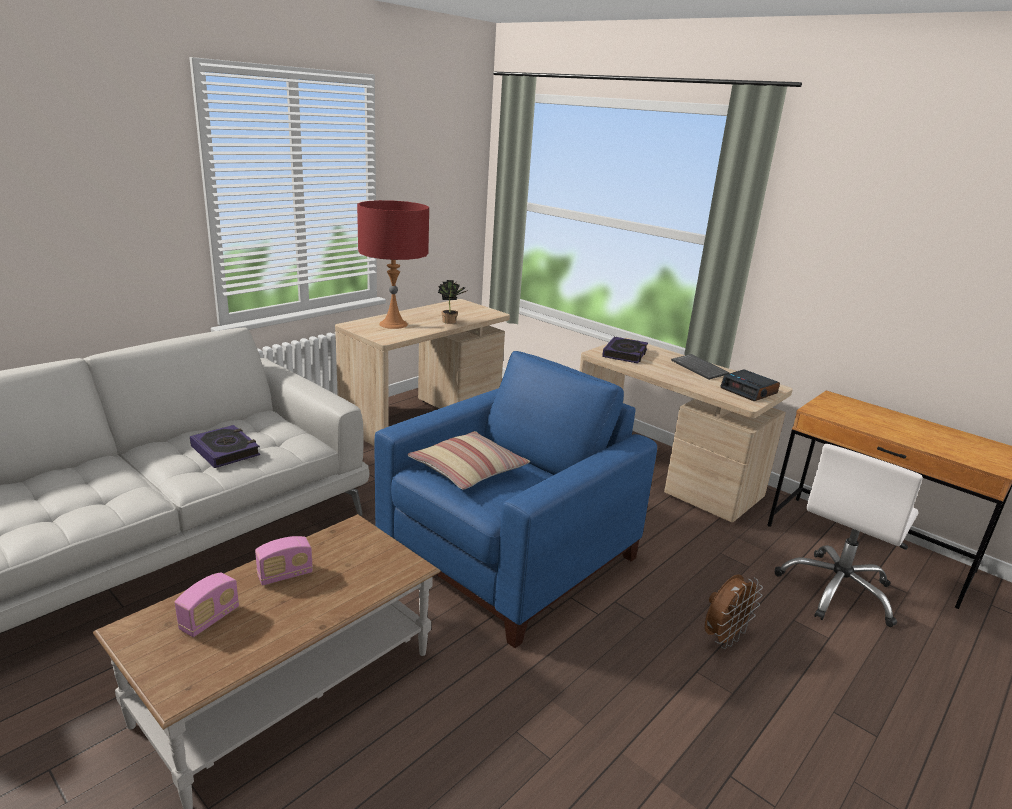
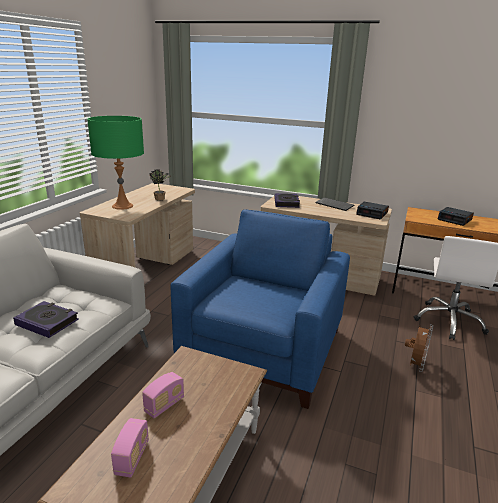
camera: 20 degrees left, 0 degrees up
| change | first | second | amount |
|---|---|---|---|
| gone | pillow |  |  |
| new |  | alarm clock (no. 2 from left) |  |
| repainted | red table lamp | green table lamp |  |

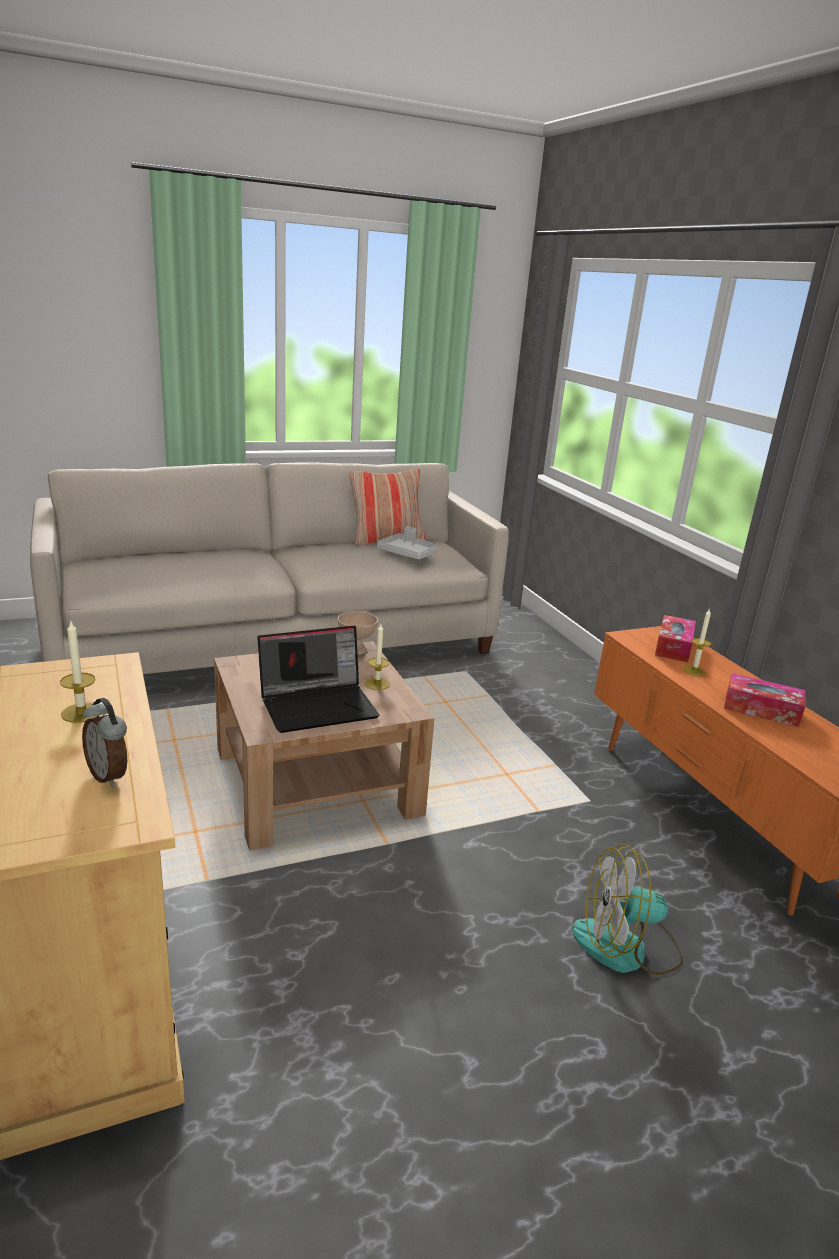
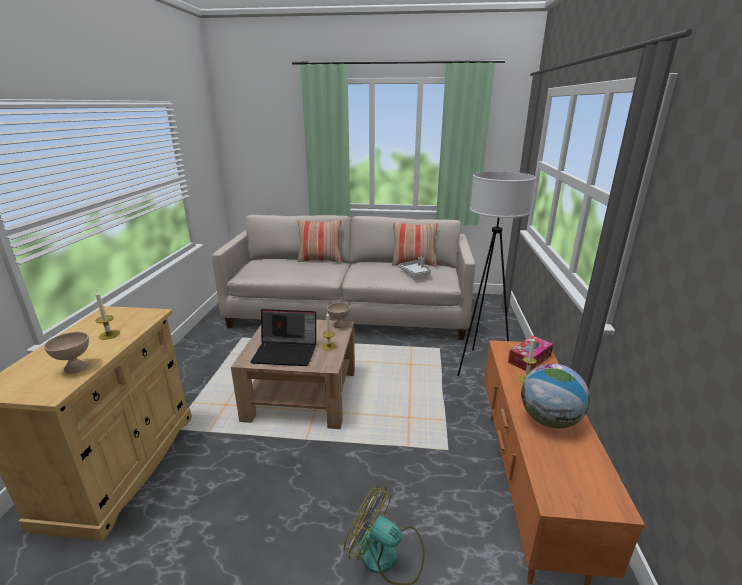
camera: 30 degrees right, 0 degrees up
| change | first | second | amount |
|---|---|---|---|
| new |  | pillow (no. 1 from left) |  |
| new |  | white floor lamp |  |
| swapped | alarm clock | beige bowl (no. 1 from left) |  |
| swapped | tissue box (no. 2 from left) | globe |  |

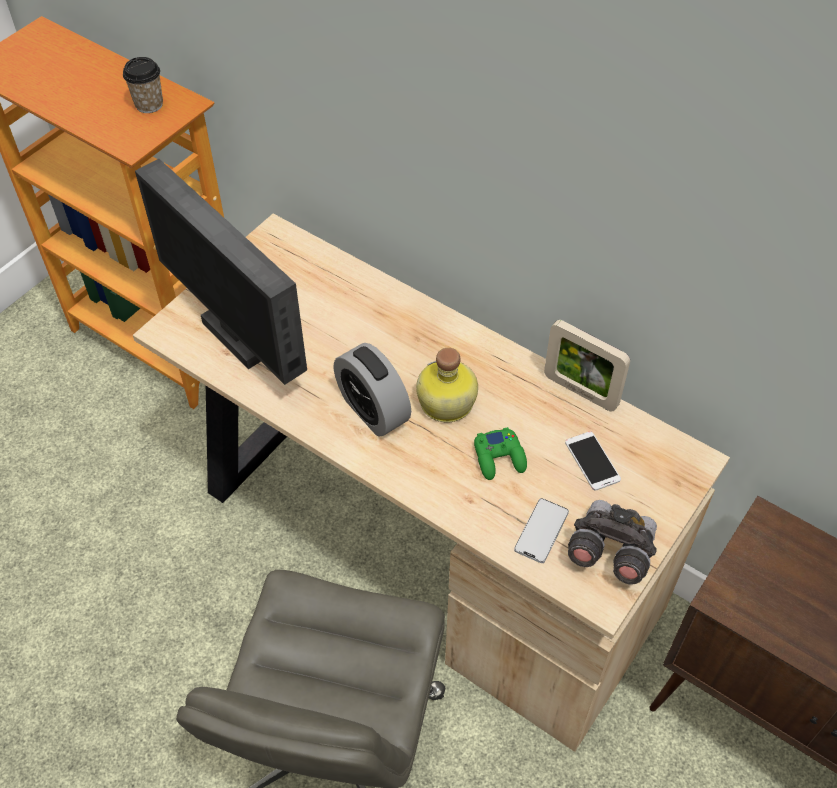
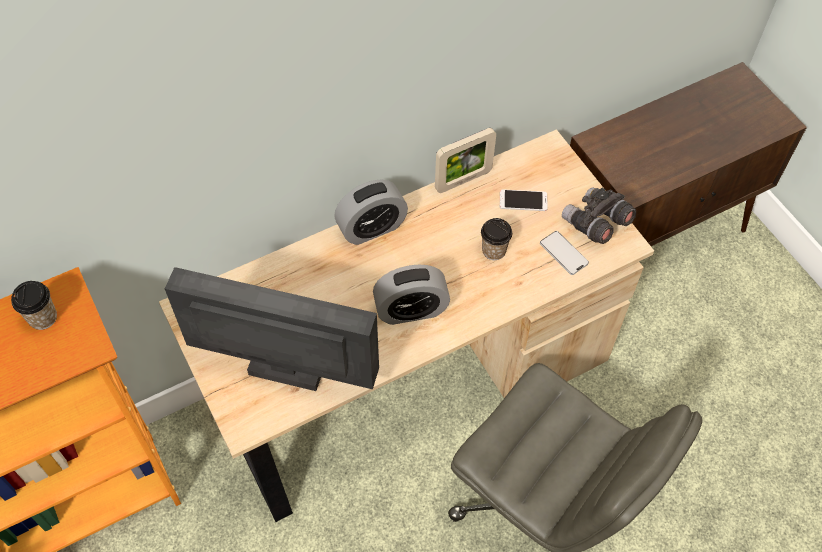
camera: 65 degrees left, 5 degrees up
| change | first | second | amount |
|---|---|---|---|
| gone | bottle |  |  |
| new |  | alarm clock (no. 1 from left) |  |
| swapped | green game controller | cup (no. 2 from left) |  |
| rotated | monitor |  | 150 degrees counterclockwise |

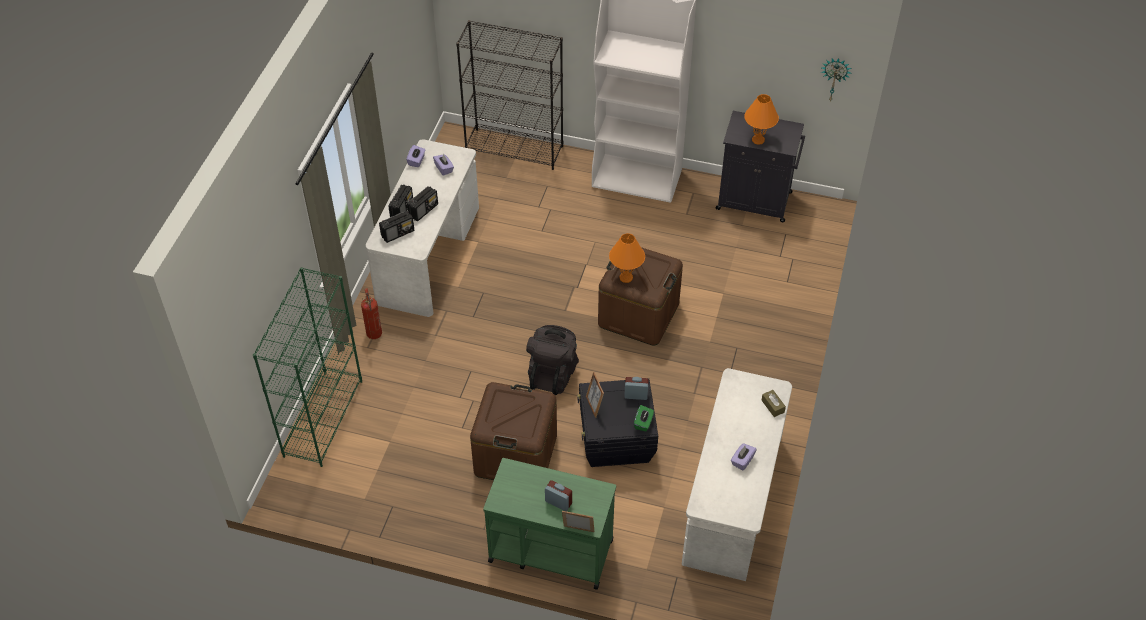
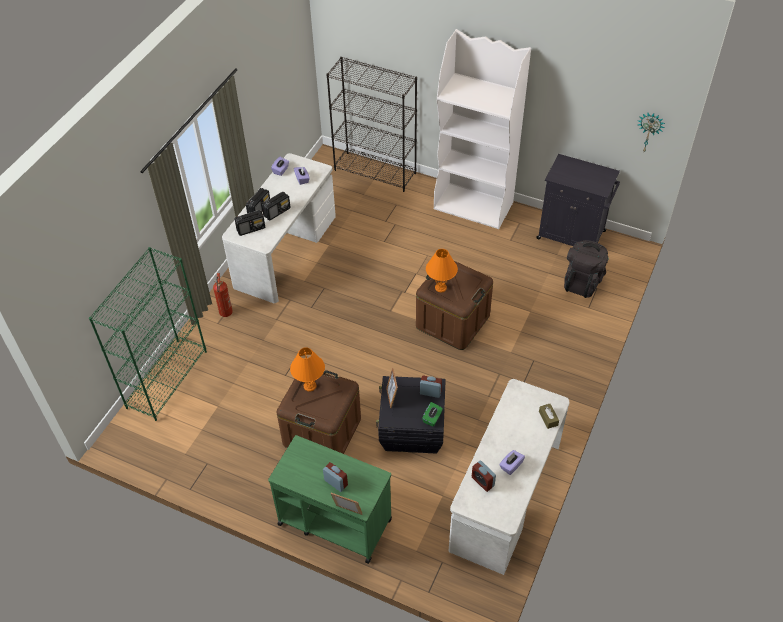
camera: 10 degrees right, 0 degrees up
| change | first | second | amount |
|---|---|---|---|
| new |  | alarm clock (no. 3 from left) |  |
| shifted | black backpack |  |  |
| shifted | orange table lamp (no. 2 from left in the first image) | orange table lamp (no. 1 from left) |  |

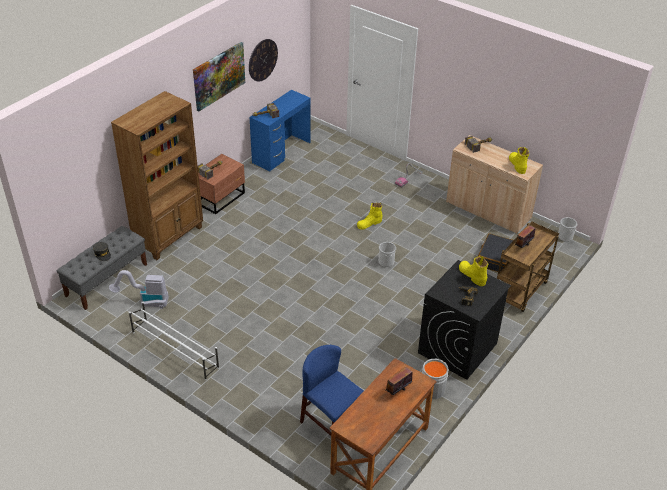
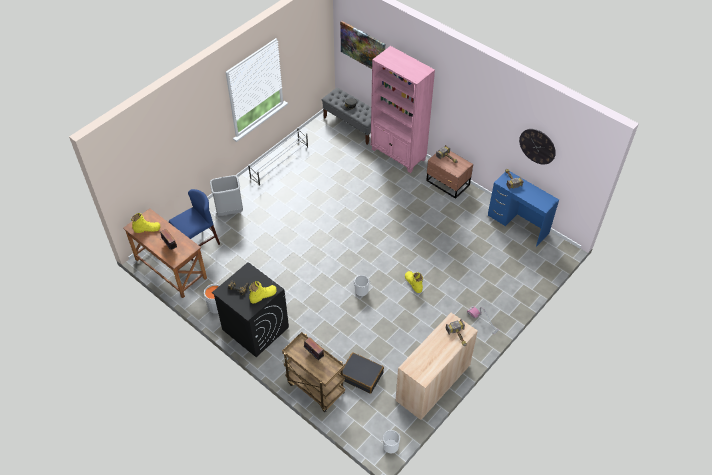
camera: 95 degrees right, 10 degrees up
| change | first | second | amount |
|---|---|---|---|
| gone | vacuum cleaner (no. 1 from left) |  |  |
| new |  | grey trash can |  |
| shifted | picture |  |  |
| shifted | yellow boot (no. 3 from left in the first image) | yellow boot (no. 1 from left) |  |
| repainted | brown bookcase | pink bookcase |  |

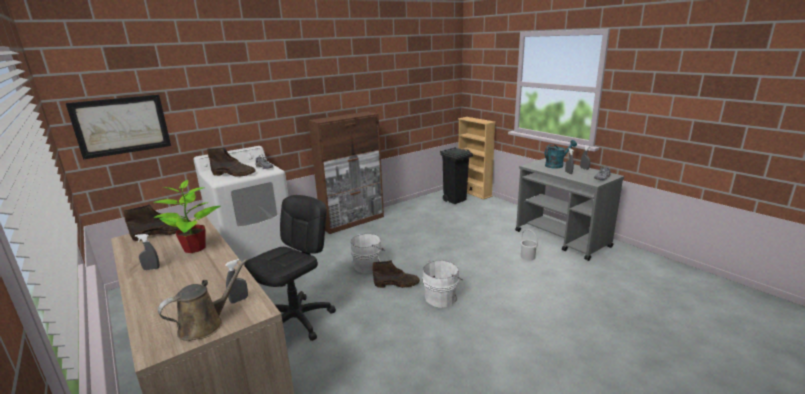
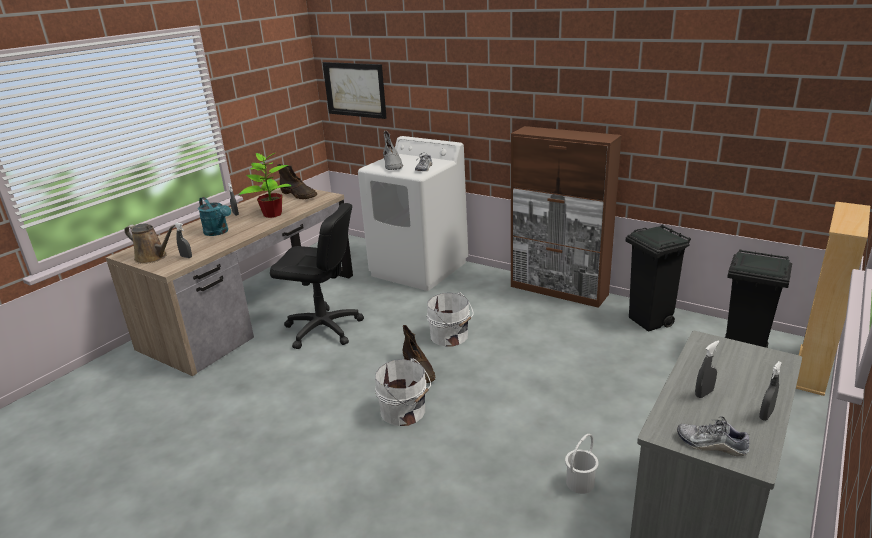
camera: 70 degrees right, 5 degrees up
| change | first | second | amount |
|---|---|---|---|
| new |  | black trash can (no. 1 from left) |  |
| shifted | turquoise watering can |  |  |
| repainted | brown boot (no. 2 from left) | grey boot |  |

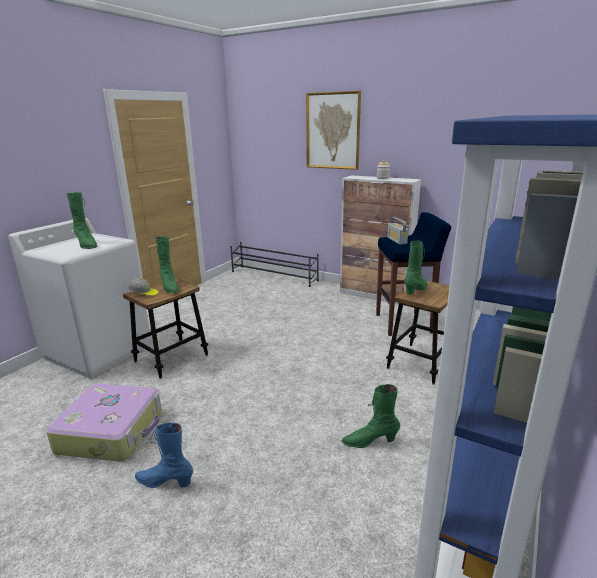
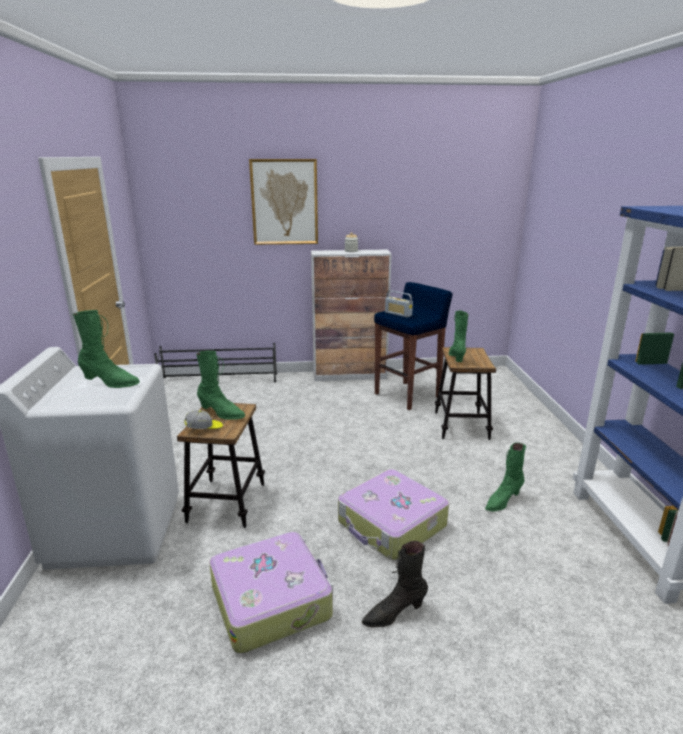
camera: 35 degrees left, 0 degrees up
| change | first | second | amount |
|---|---|---|---|
| new |  | suitcase (no. 2 from left) |  |
| repainted | blue boot | black boot |  |

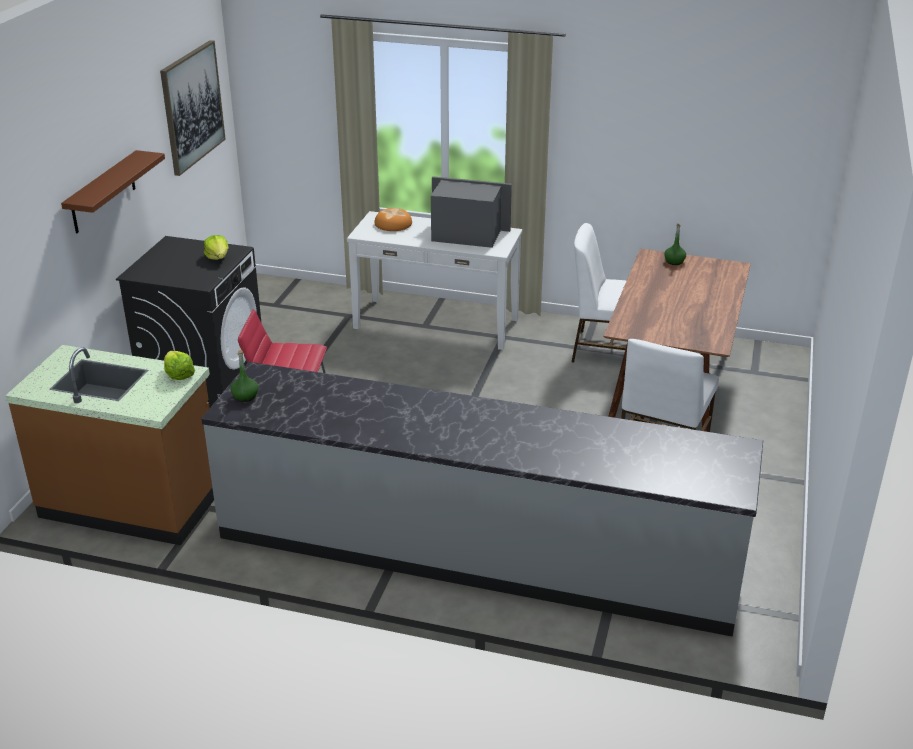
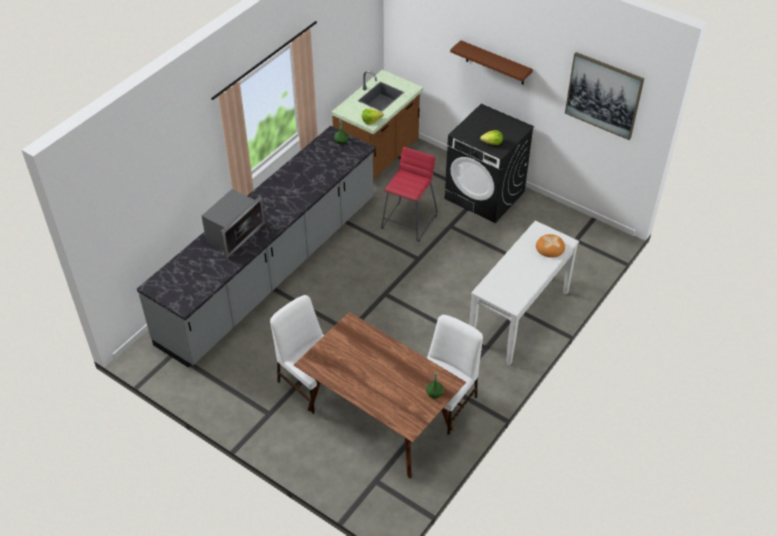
camera: 110 degrees right, 15 degrees up
| change | first | second | amount |
|---|---|---|---|
| shifted | microwave |  |  |

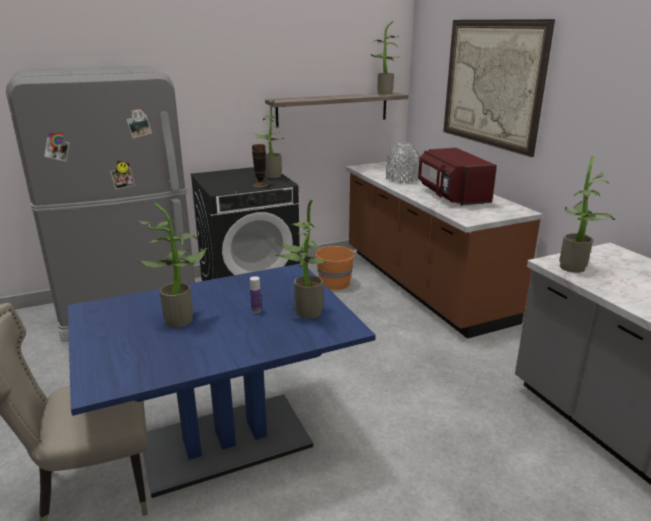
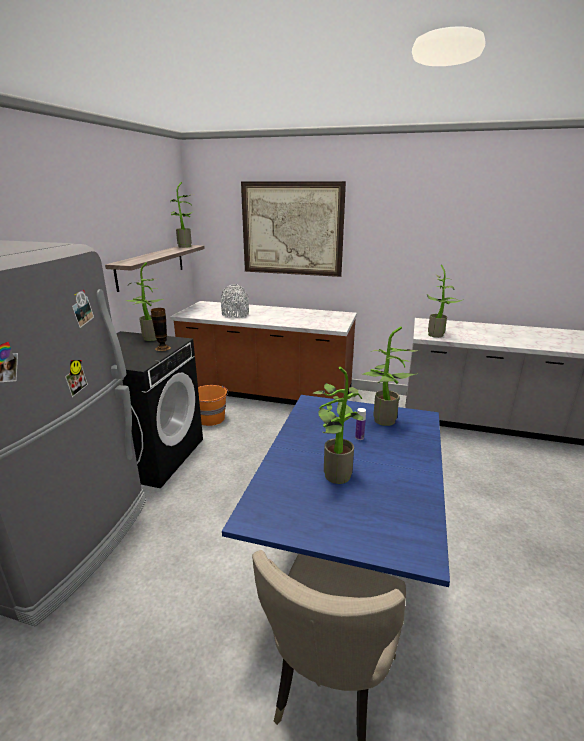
camera: 50 degrees left, 0 degrees up
| change | first | second | amount |
|---|---|---|---|
| gone | red microwave |  |  |

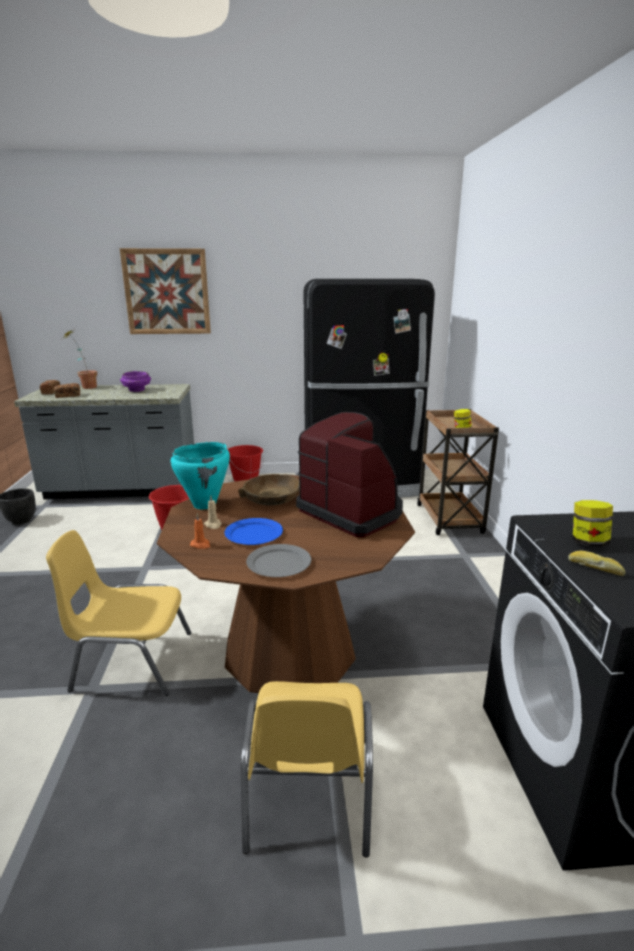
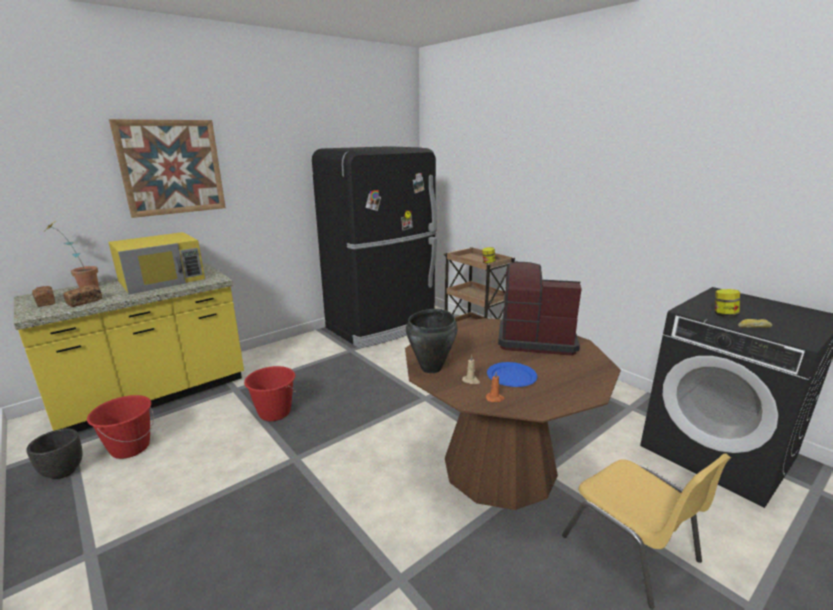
camera: 35 degrees left, 0 degrees up
| change | first | second | amount |
|---|---|---|---|
| gone | yellow chair (no. 1 from left) |  |  |
| gone | brown bowl |  |  |
| gone | grey plate |  |  |
| shifted | red bucket (no. 2 from left in the first image) | red bucket (no. 1 from left) |  |
| swapped | purple bowl | yellow microwave |  |
| repainted | grey counter | yellow counter |  |
| repainted | turquoise cooking pot | black cooking pot |  |

